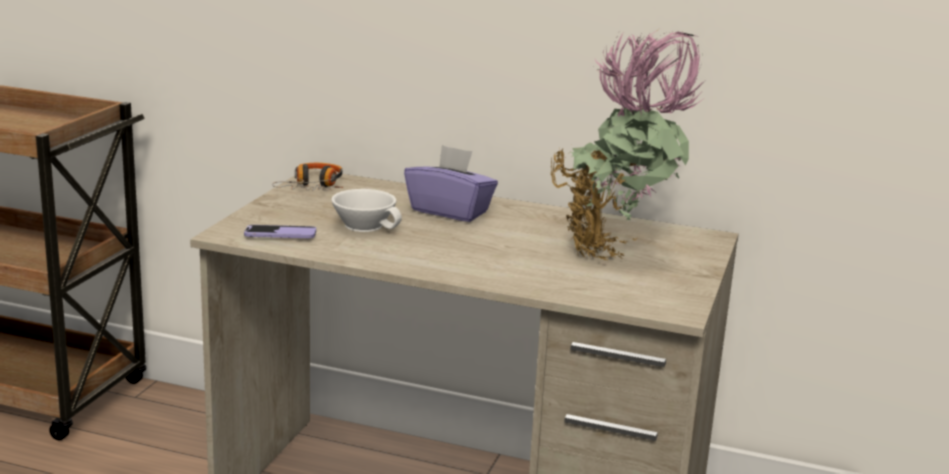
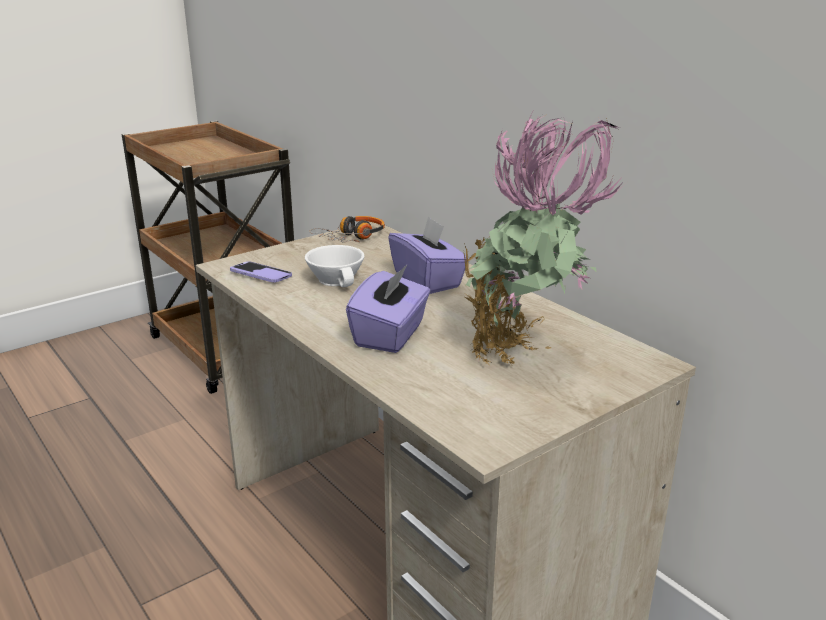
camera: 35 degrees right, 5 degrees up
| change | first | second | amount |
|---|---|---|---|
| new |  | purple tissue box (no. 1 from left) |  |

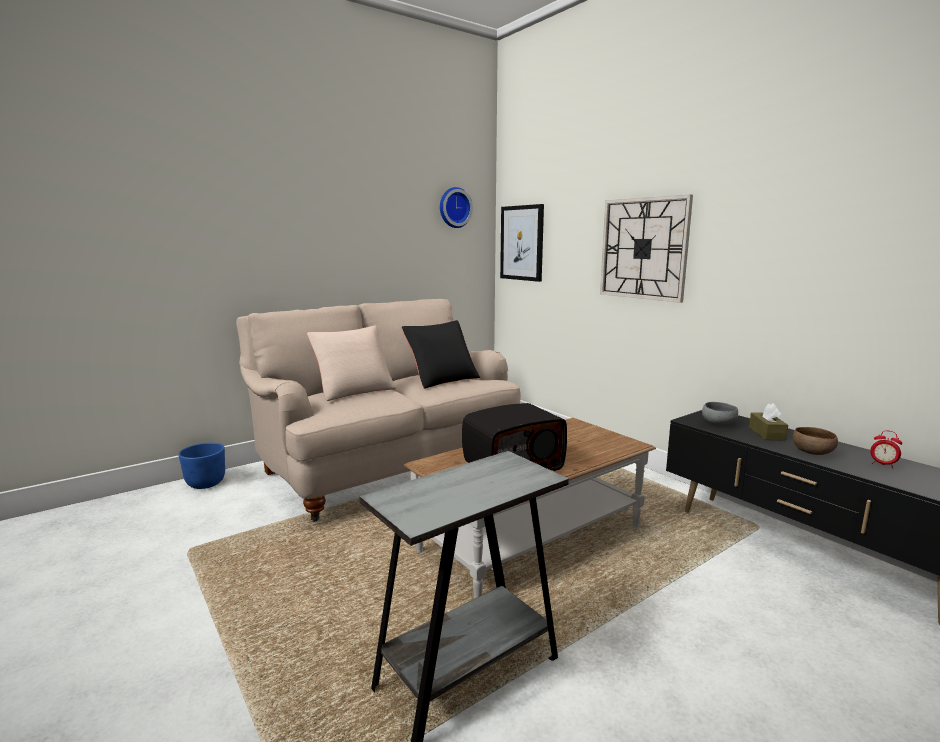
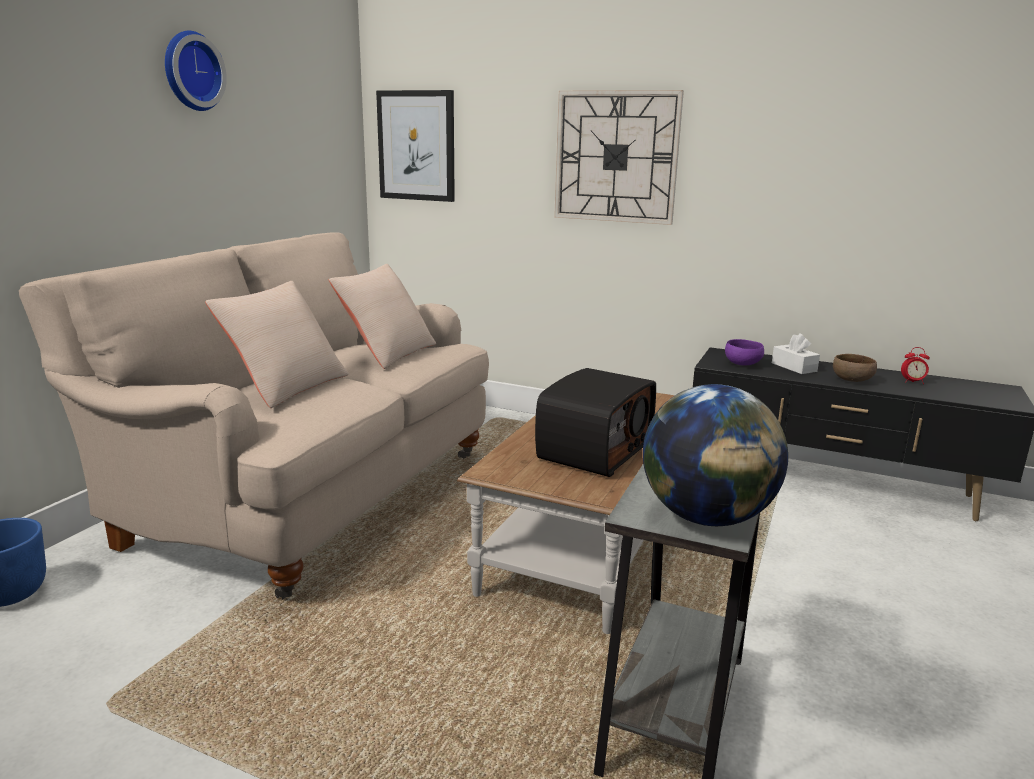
camera: 30 degrees left, 5 degrees up
| change | first | second | amount |
|---|---|---|---|
| new |  | globe |  |
| shifted | wall clock (no. 1 from left) |  |  |
| repainted | black pillow | beige pillow (no. 2 from left) |  |
| repainted | grey bowl | purple bowl |  |
| repainted | brown tissue box | white tissue box |  |

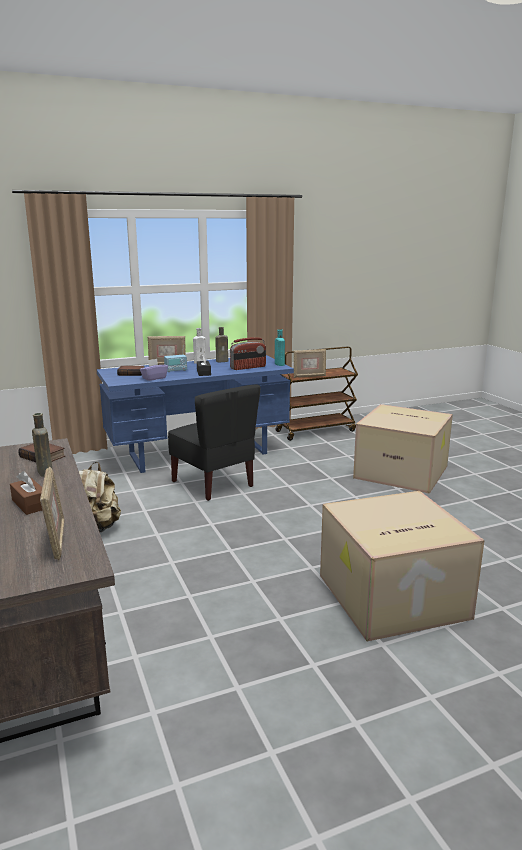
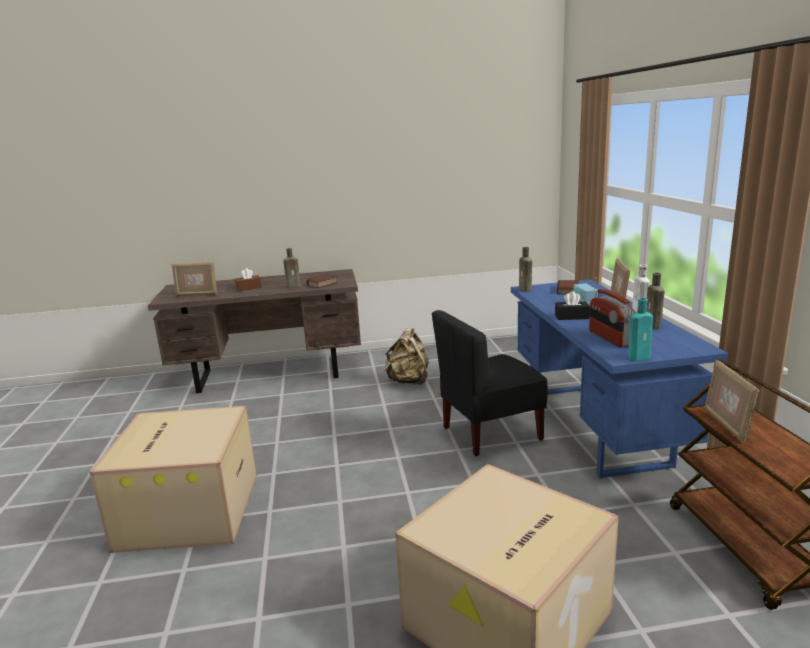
camera: 105 degrees right, 0 degrees up
| change | first | second | amount |
|---|---|---|---|
| gone | purple tissue box |  |  |
| new |  | brown bottle (no. 2 from left) |  |

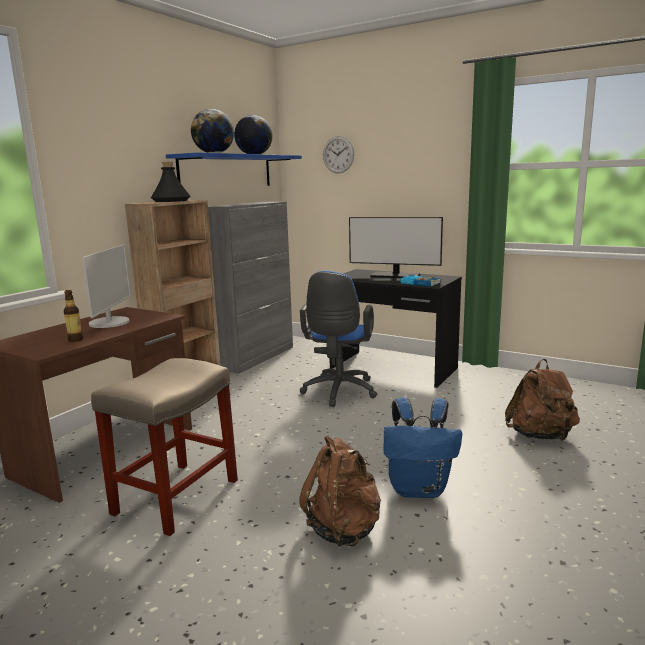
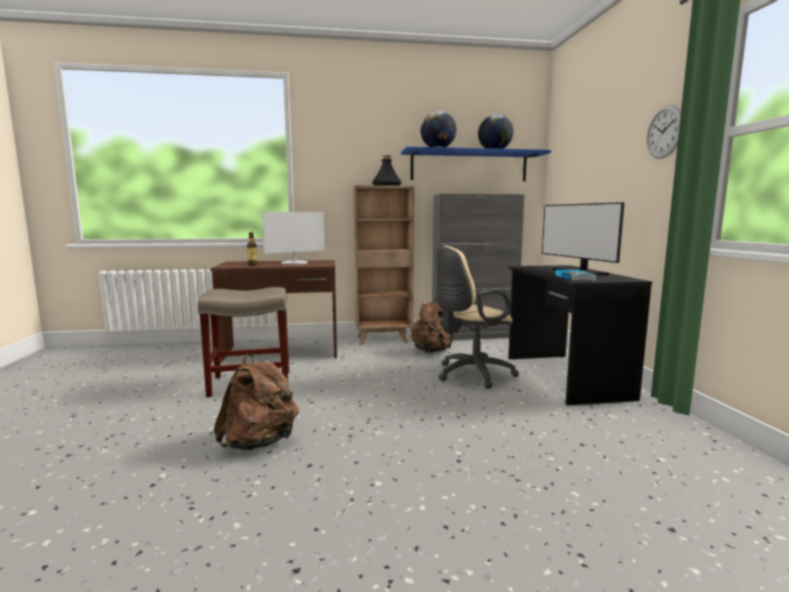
camera: 50 degrees right, 5 degrees down
| change | first | second | amount |
|---|---|---|---|
| gone | blue backpack |  |  |
| shifted | wall clock |  |  |
| shifted | brown backpack (no. 2 from left) |  |  |
| repainted | blue office chair | beige office chair |  |

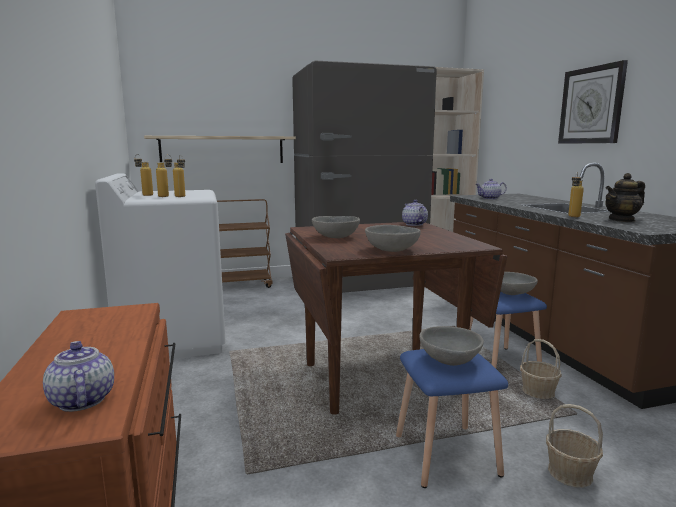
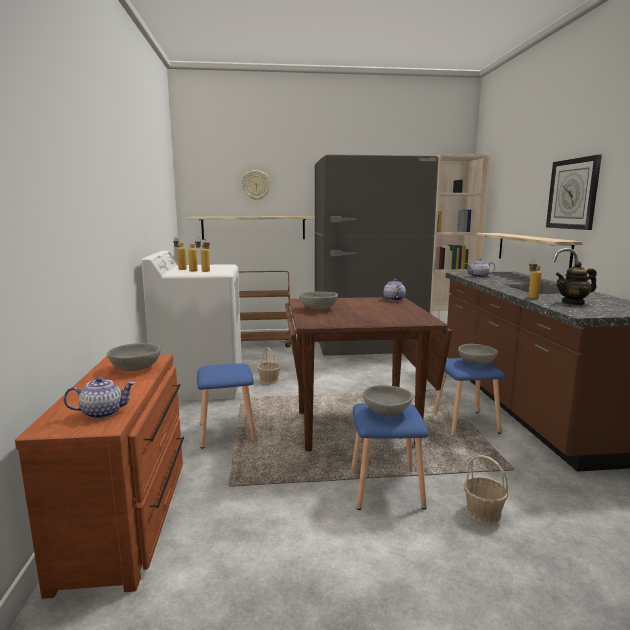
camera: 10 degrees right, 0 degrees up
| change | first | second | amount |
|---|---|---|---|
| new |  | blue stool (no. 1 from left) |  |
| new |  | wall clock (no. 1 from left) |  |
| new |  | shelf (no. 2 from left) |  |
| shifted | grey bowl (no. 2 from left in the first image) | grey bowl (no. 1 from left) |  |
| shifted | basket (no. 1 from left) |  |  |
| rotated | teapot (no. 1 from left) |  | 90 degrees clockwise |

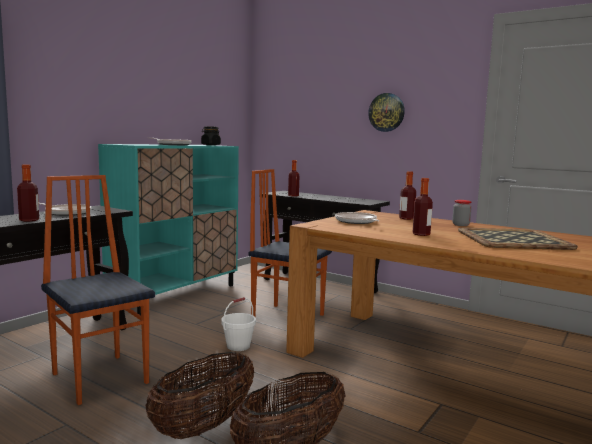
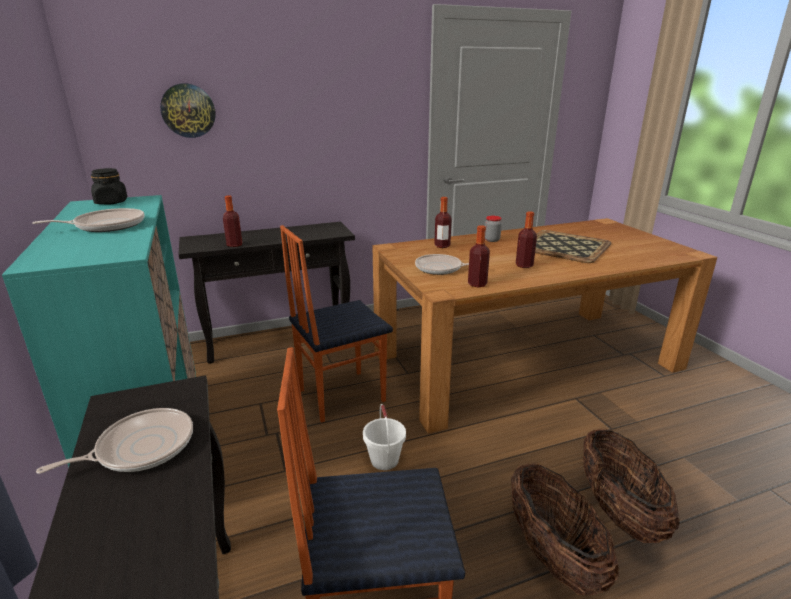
camera: 55 degrees left, 15 degrees up
| change | first | second | amount |
|---|---|---|---|
| shifted | bottle (no. 1 from left in the first image) | bottle (no. 3 from left) |  |
| shifted | wall clock |  |  |

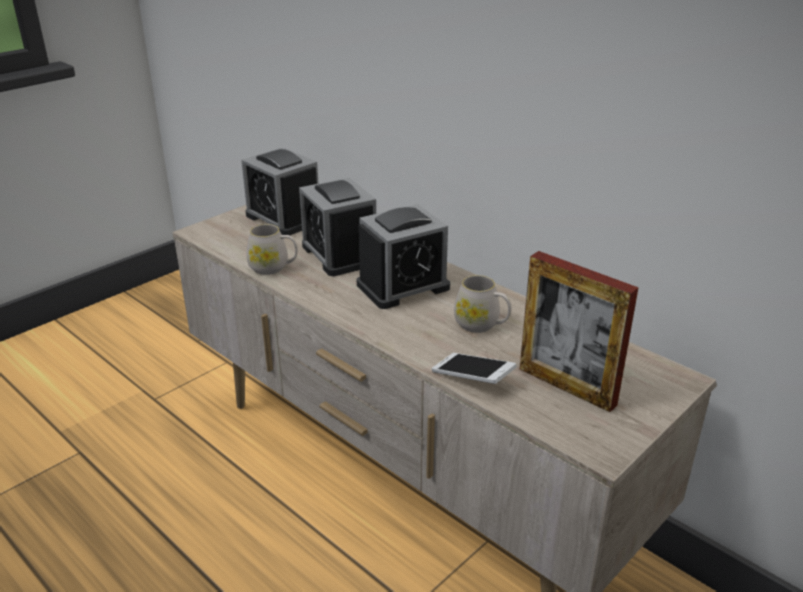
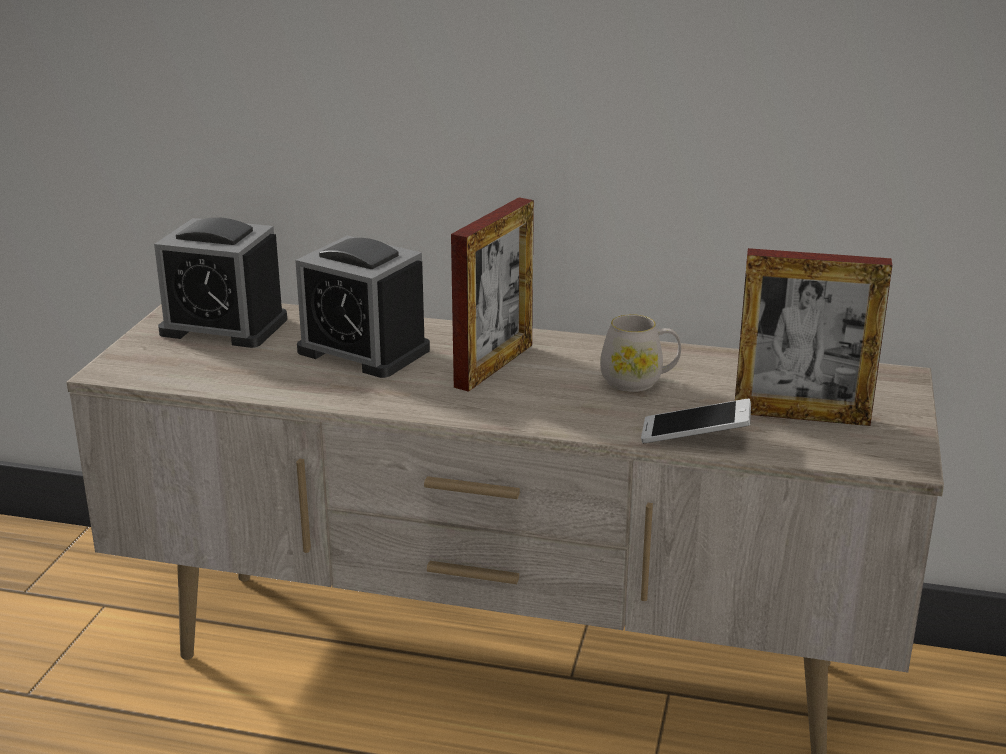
camera: 30 degrees left, 5 degrees down
| change | first | second | amount |
|---|---|---|---|
| gone | white mug (no. 1 from left) |  |  |
| swapped | alarm clock (no. 3 from left) | picture frame (no. 1 from left) |  |

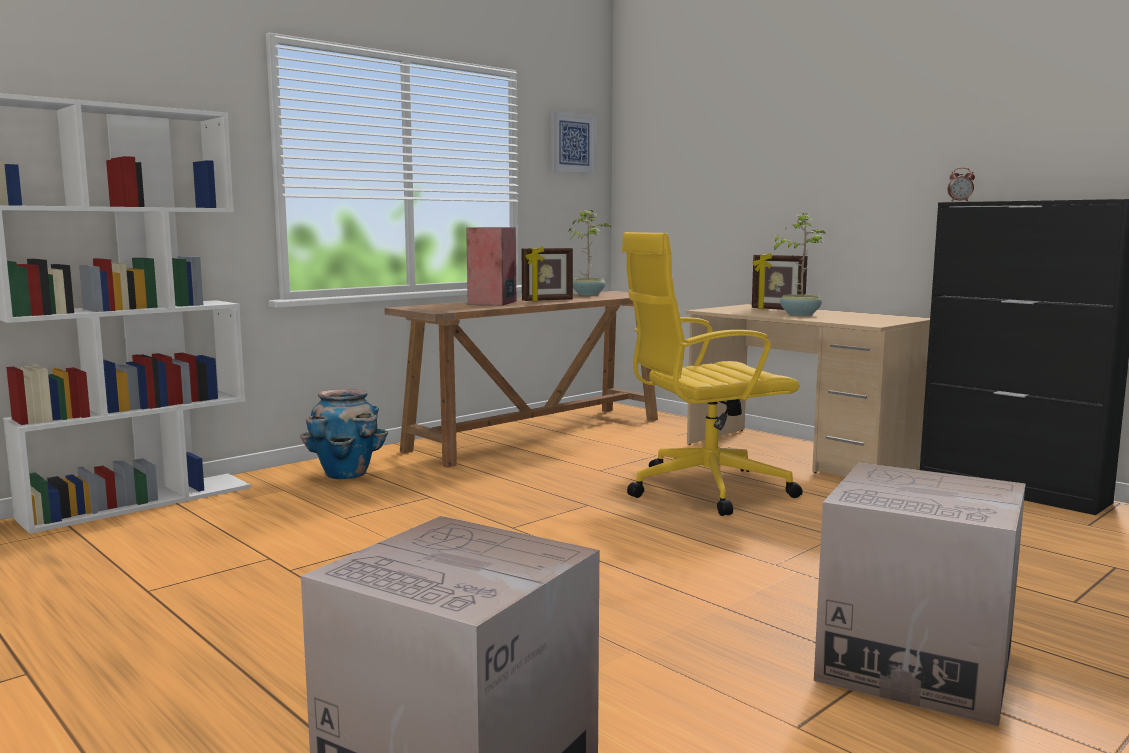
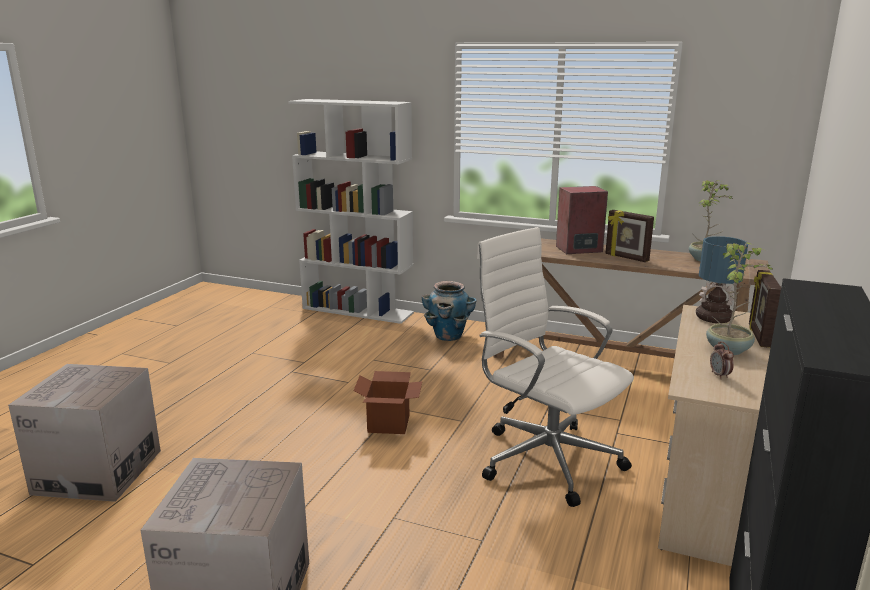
camera: 65 degrees right, 10 degrees up
| change | first | second | amount |
|---|---|---|---|
| gone | picture |  |  |
| new |  | cardboard box (no. 3 from left) |  |
| new |  | table lamp |  |
| shifted | alarm clock |  |  |
| repainted | yellow office chair | white office chair |  |

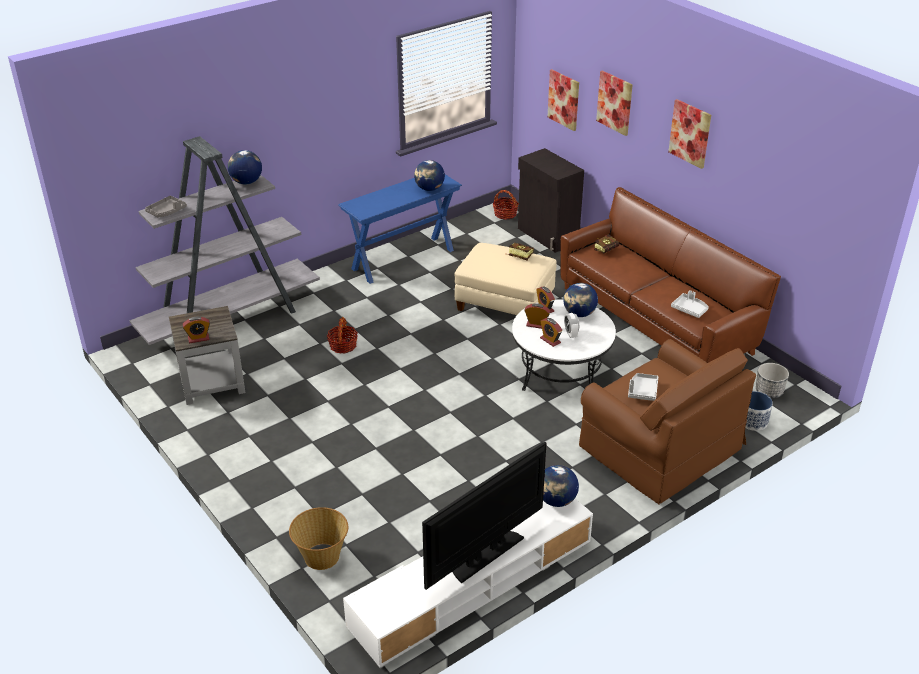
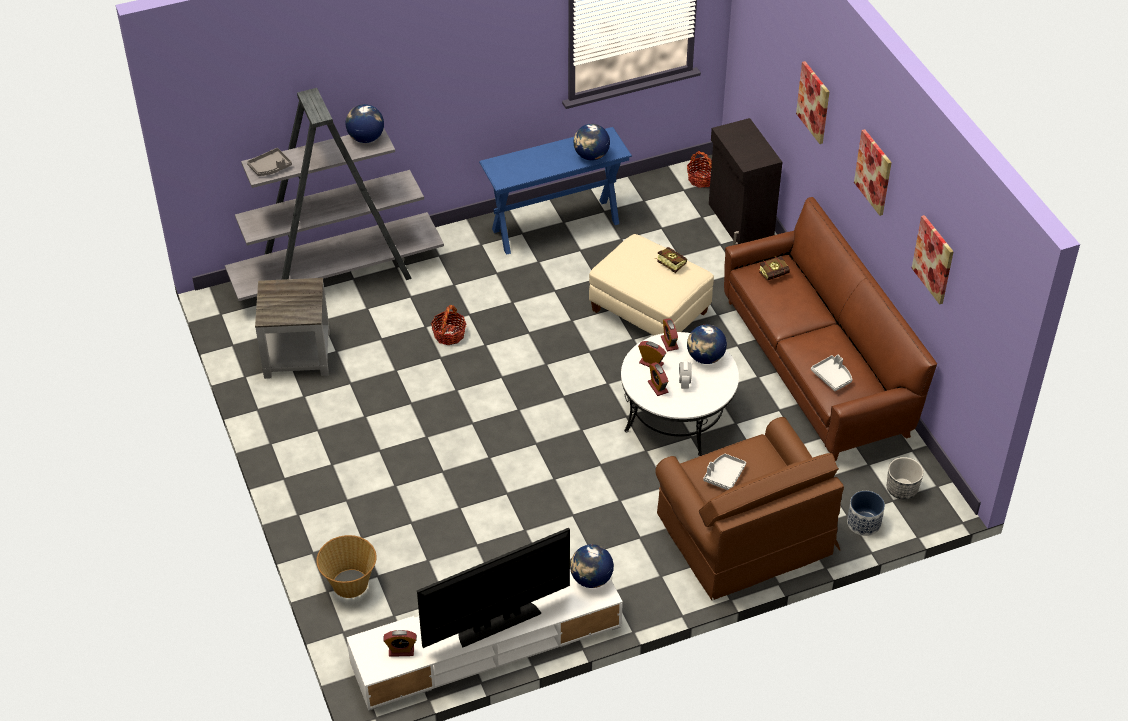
camera: 15 degrees right, 10 degrees up
| change | first | second | amount |
|---|---|---|---|
| shifted | alarm clock (no. 1 from left) |  |  |
| shifted | picture (no. 1 from left in the first image) | picture (no. 3 from left) |  |

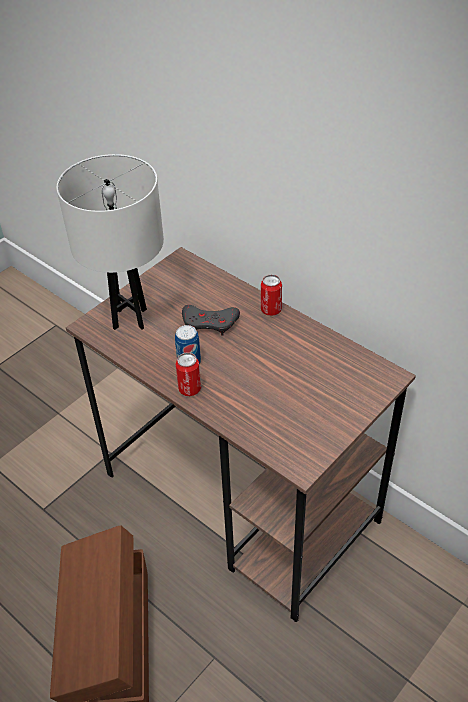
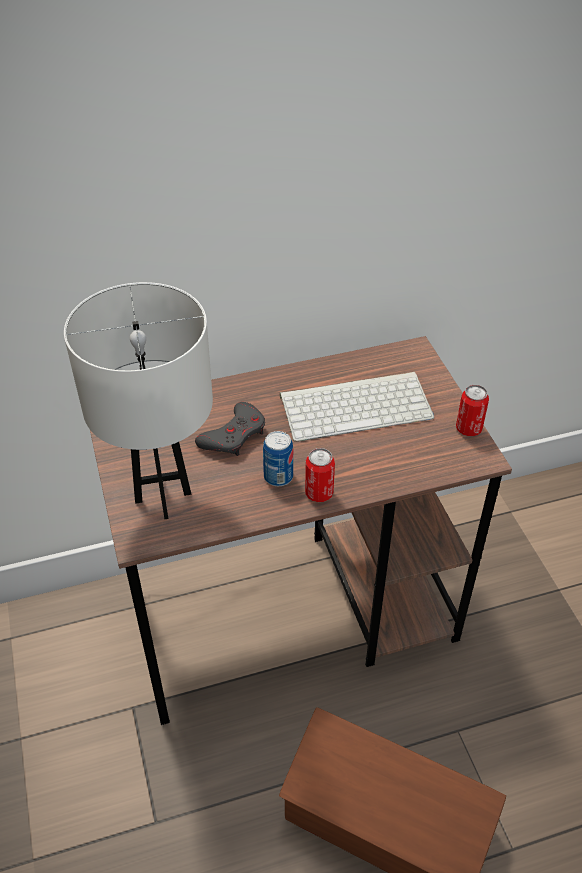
camera: 60 degrees left, 0 degrees up
| change | first | second | amount |
|---|---|---|---|
| new |  | keyboard |  |
| shifted | can (no. 3 from left) |  |  |

